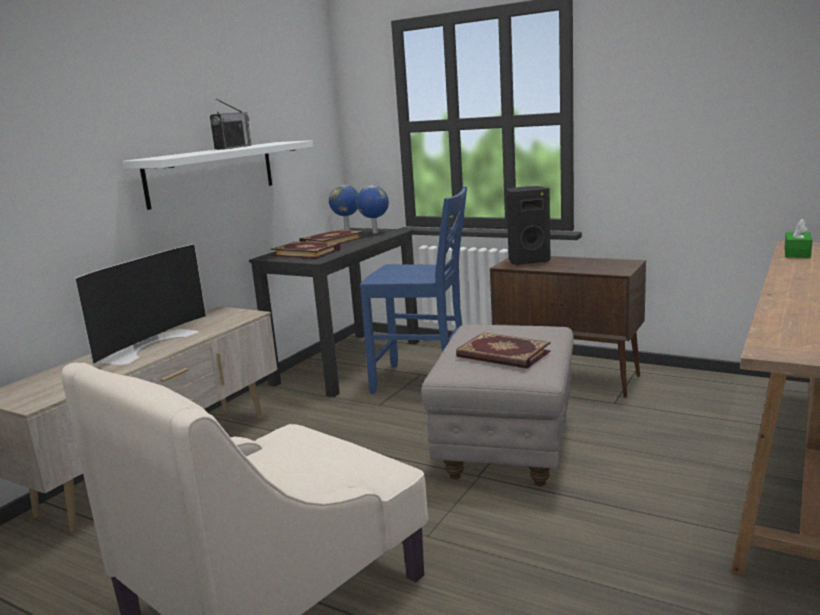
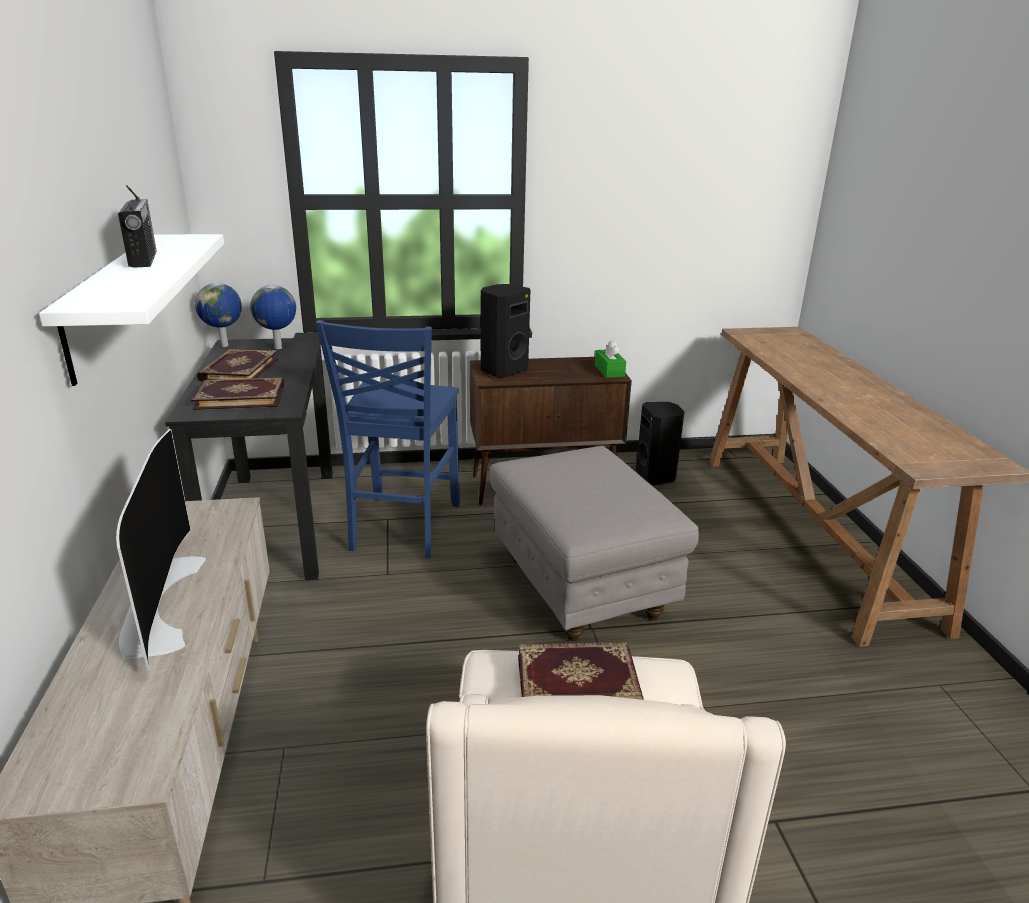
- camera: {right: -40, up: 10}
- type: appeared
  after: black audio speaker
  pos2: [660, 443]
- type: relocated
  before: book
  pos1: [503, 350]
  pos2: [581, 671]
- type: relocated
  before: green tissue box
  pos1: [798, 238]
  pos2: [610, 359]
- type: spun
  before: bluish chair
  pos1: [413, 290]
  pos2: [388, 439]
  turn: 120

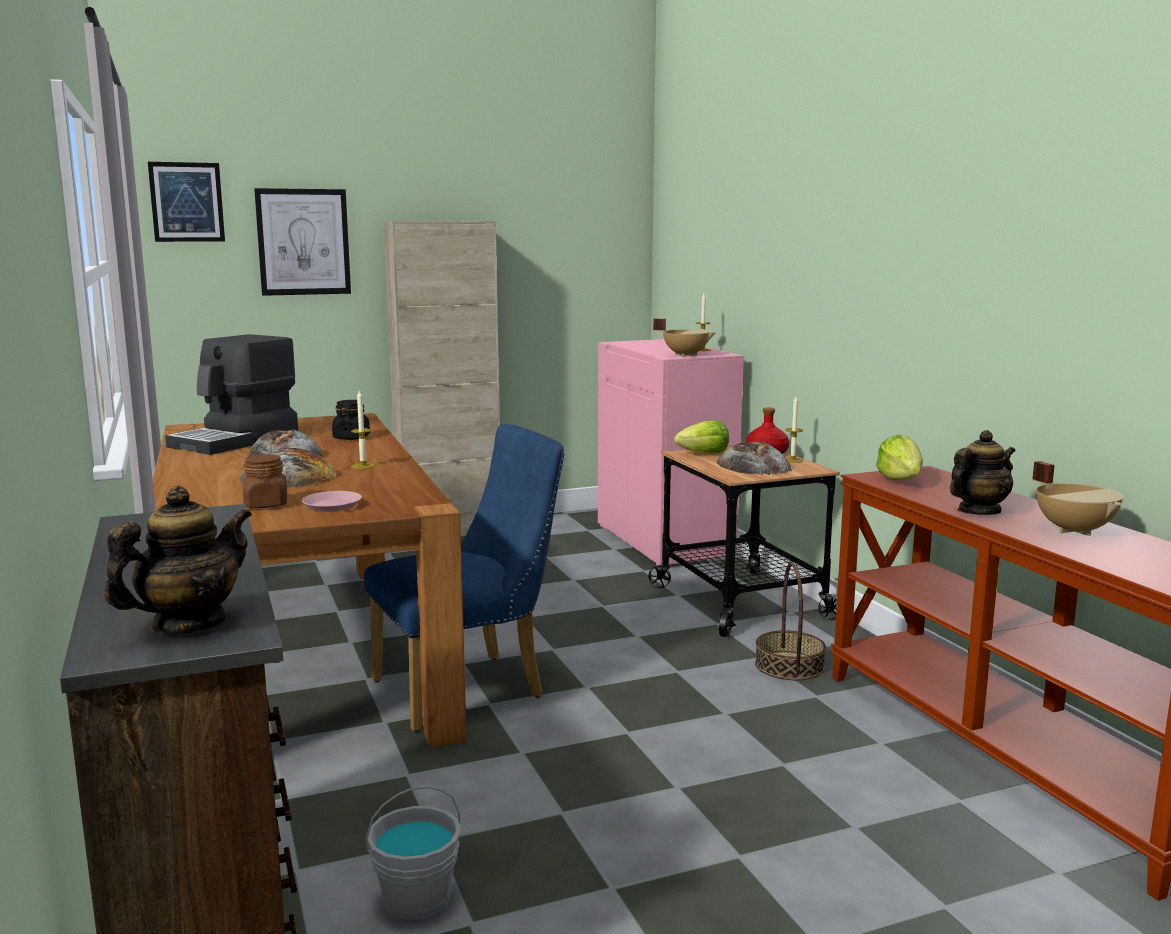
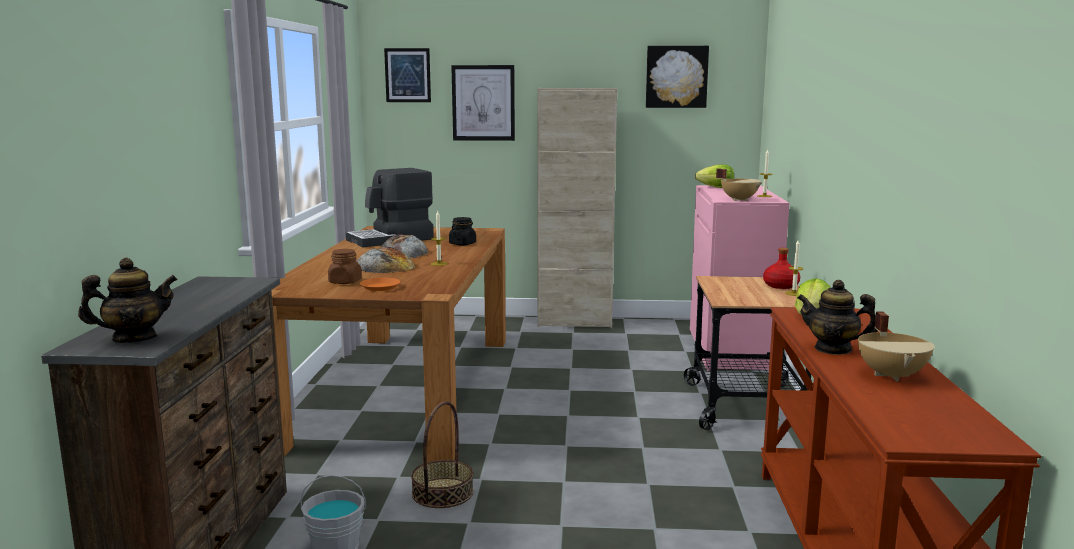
- camera: {right: 25, up: 0}
- type: missing
  before: bluish chair
  pos1: [464, 578]
- type: missing
  before: bread
  pos1: [754, 458]
- type: appeared
  after: picture
  pos2: [677, 77]
- type: relocated
  before: head of lettuce
  pos1: [701, 437]
  pos2: [714, 176]
- type: relocated
  before: household basket
  pos1: [790, 621]
  pos2: [442, 454]
- type: colour
  before: pinkish plate
  after: orange-coloured plate
  pos1: [332, 501]
  pos2: [380, 284]
- type: spun
  before: tea pot
  pos1: [982, 472]
  pos2: [837, 317]
  turn: -150

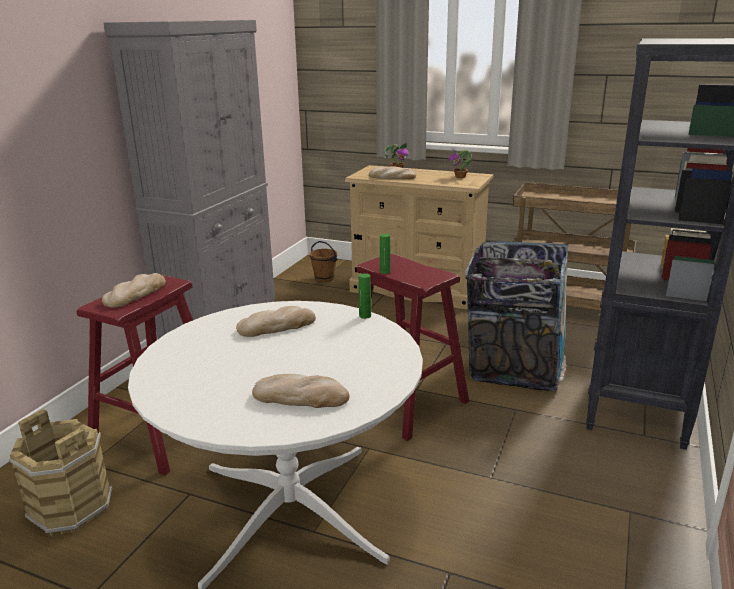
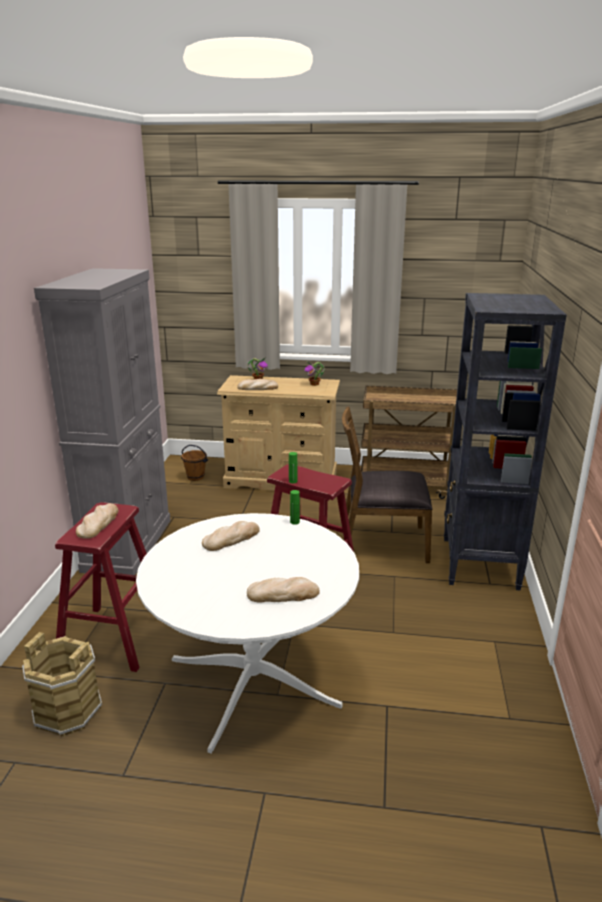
- camera: {right: -15, up: 0}
- type: exchanged
  before: trash can
  after: brownish chair
  pos1: [516, 316]
  pos2: [387, 484]

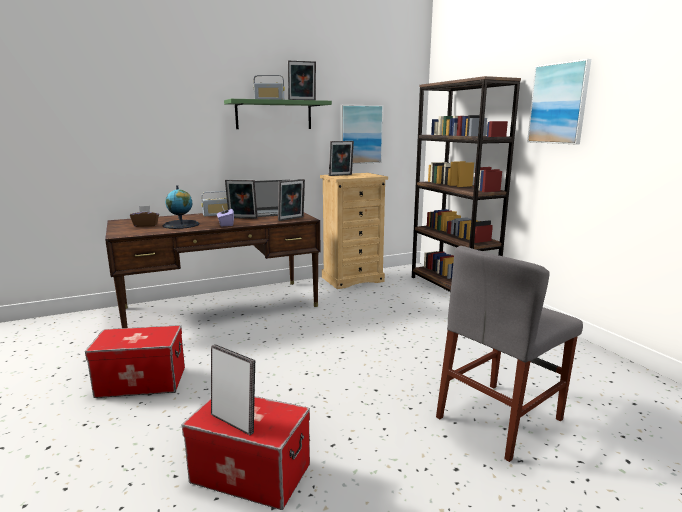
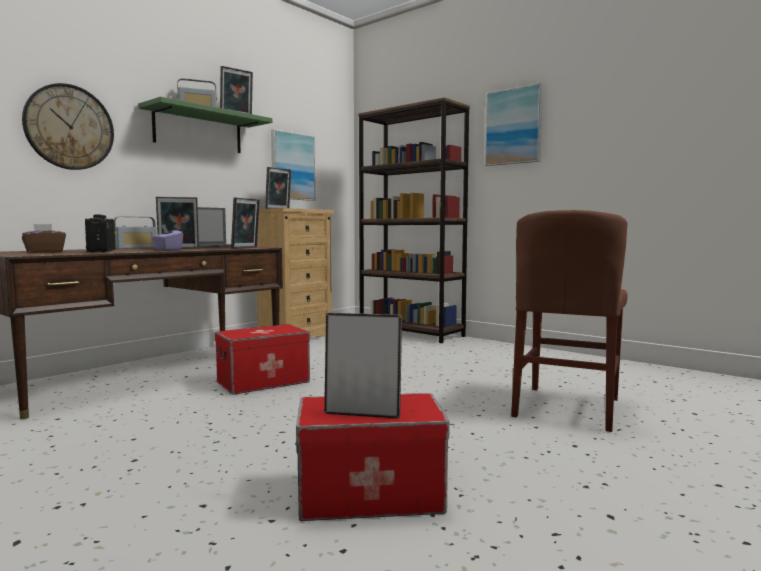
- camera: {right: -25, up: -10}
- type: appeared
  after: wall clock
  pos2: [68, 126]
- type: relocated
  before: storage container
  pos1: [135, 361]
  pos2: [262, 359]
- type: exchanged
  before: globe
  after: radio
  pos1: [180, 207]
  pos2: [100, 233]
- type: colour
  before: gray chair
  after: brownish chair
  pos1: [509, 354]
  pos2: [569, 321]

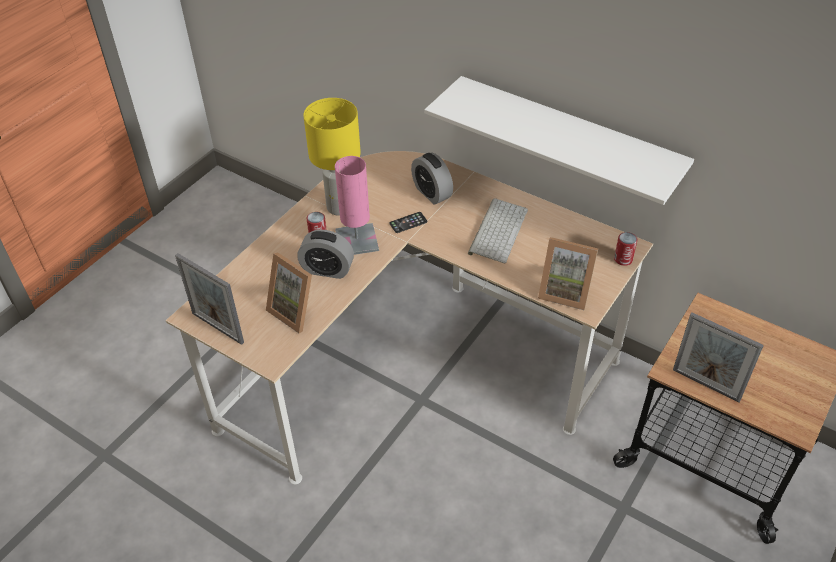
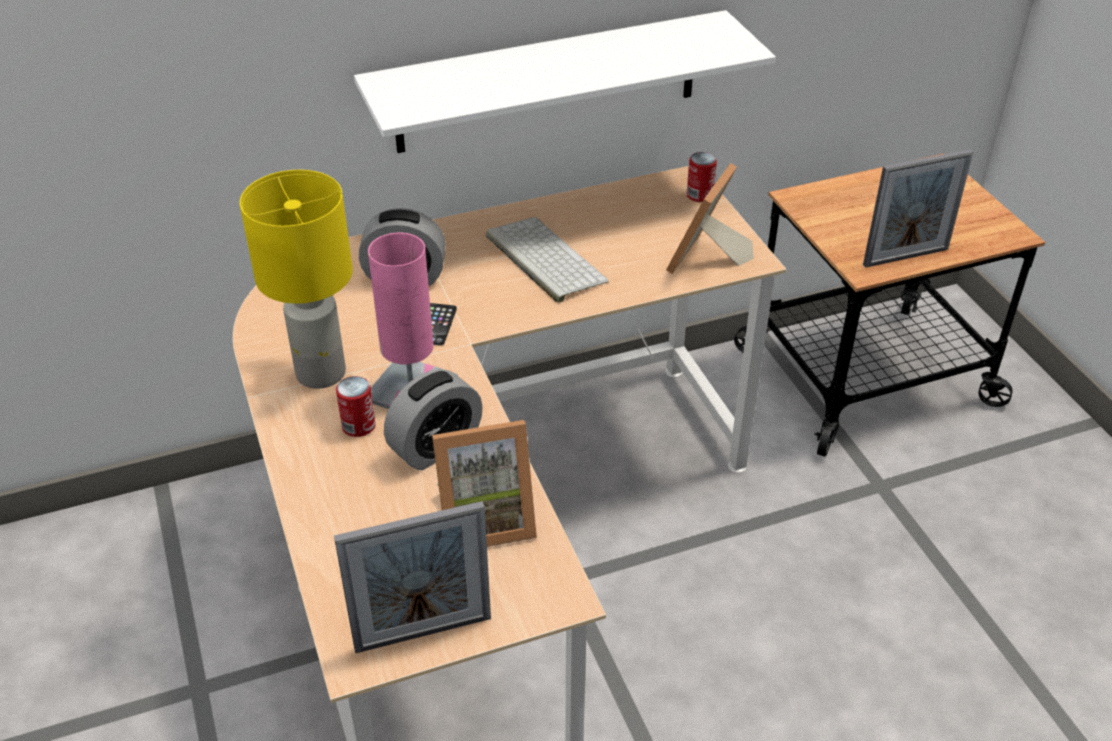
- camera: {right: -55, up: -5}
- type: spun
  before: picture frame
  pos1: [568, 273]
  pos2: [710, 218]
  turn: 150

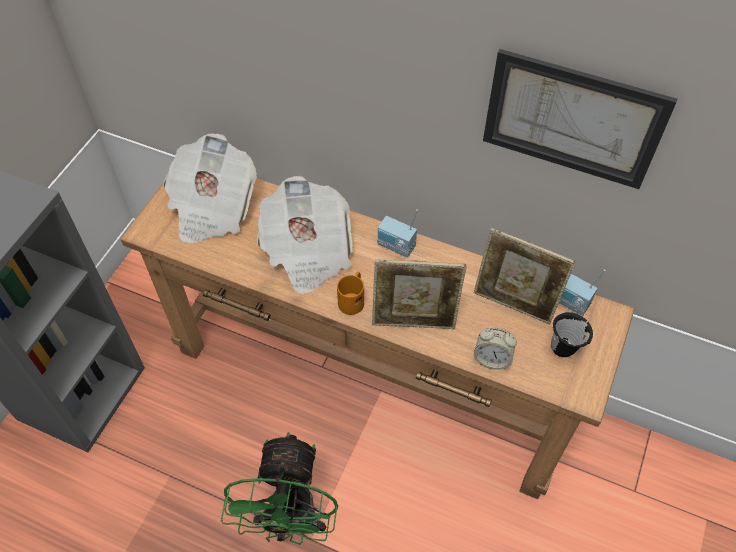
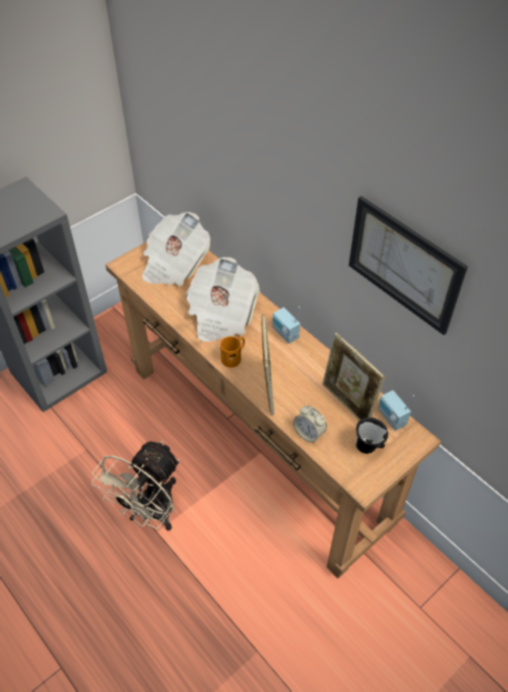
- camera: {right: 25, up: -5}
- type: colour
  before: green cooling fan
  after: beige cooling fan
  pos1: [279, 488]
  pos2: [136, 486]
- type: spun
  before: picture frame
  pos1: [419, 294]
  pos2: [268, 364]
  turn: -120

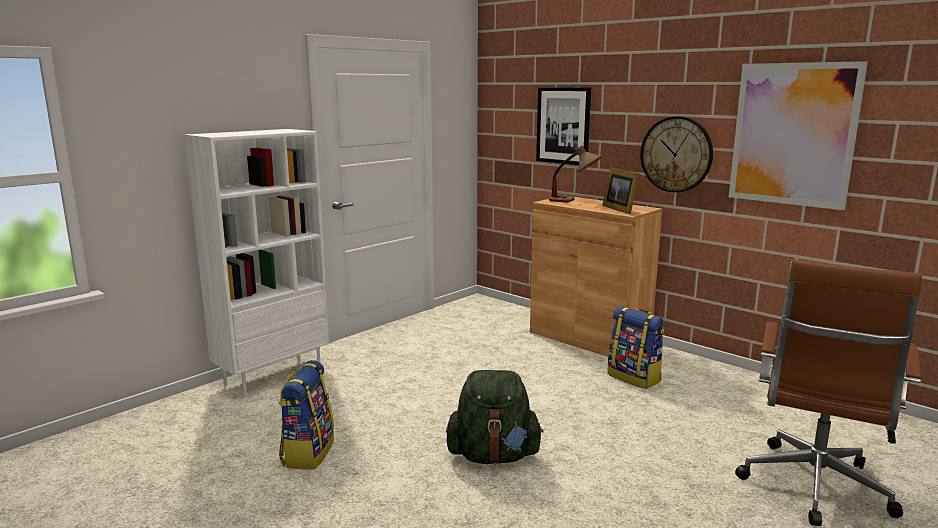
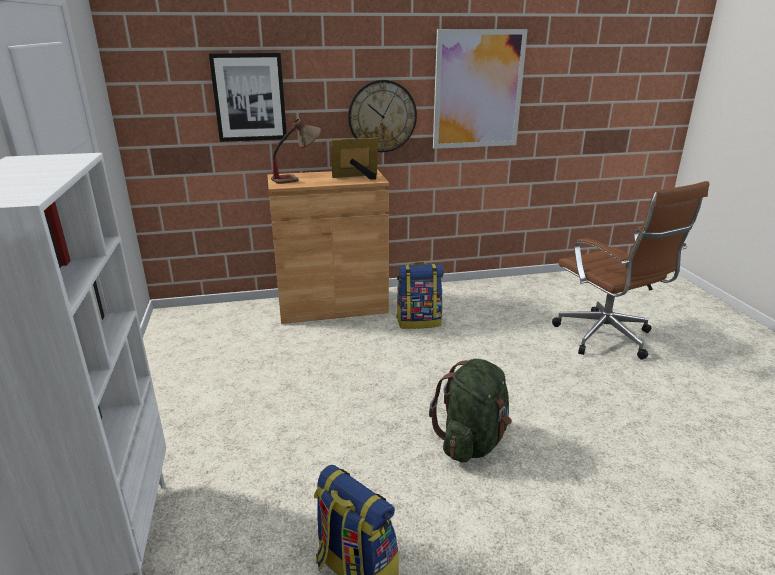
- camera: {right: -55, up: 10}
- type: spun
  before: picture frame
  pos1: [620, 190]
  pos2: [355, 159]
  turn: 150

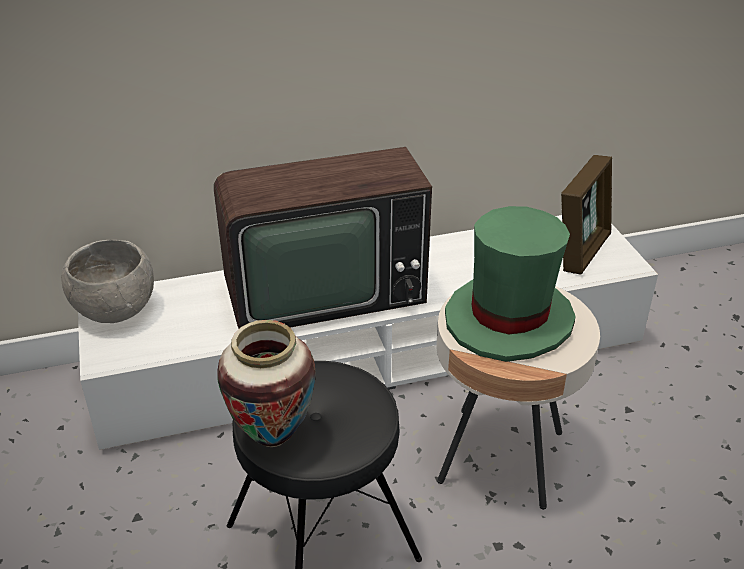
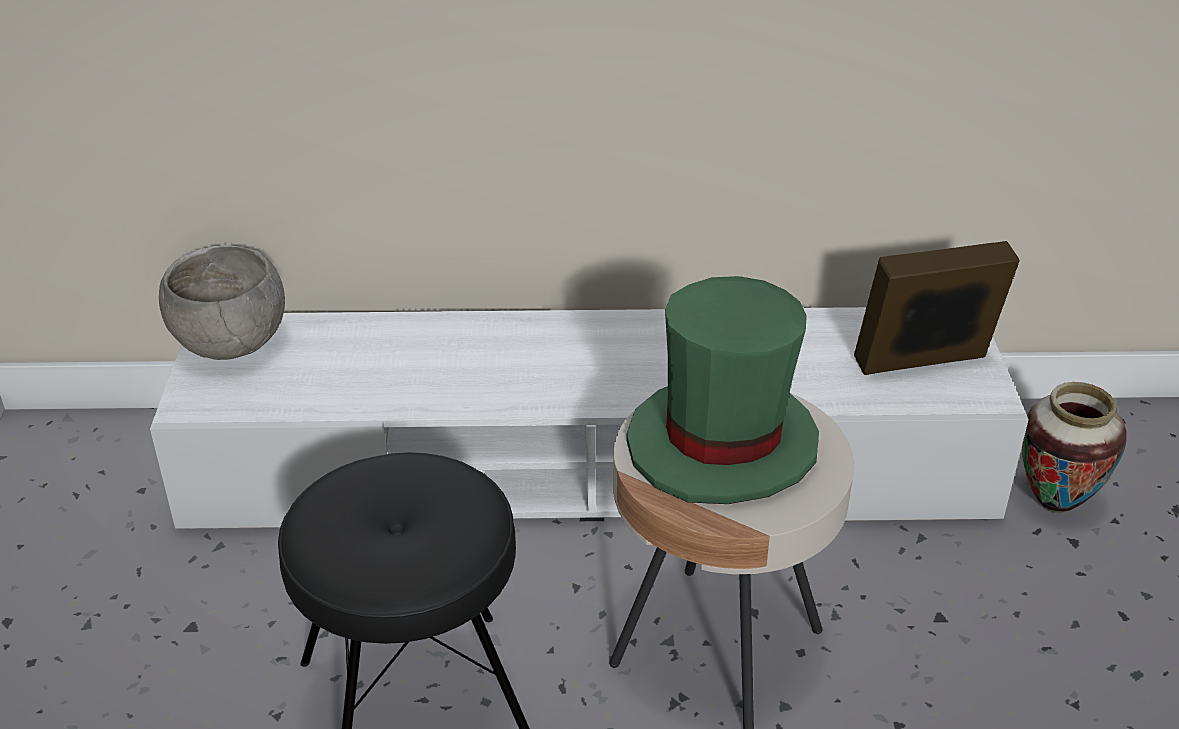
- camera: {right: 15, up: 0}
- type: missing
  before: television
  pos1: [323, 238]
- type: relocated
  before: vase
  pos1: [266, 383]
  pos2: [1074, 447]
- type: spun
  before: picture frame
  pos1: [586, 215]
  pos2: [937, 308]
  turn: -150

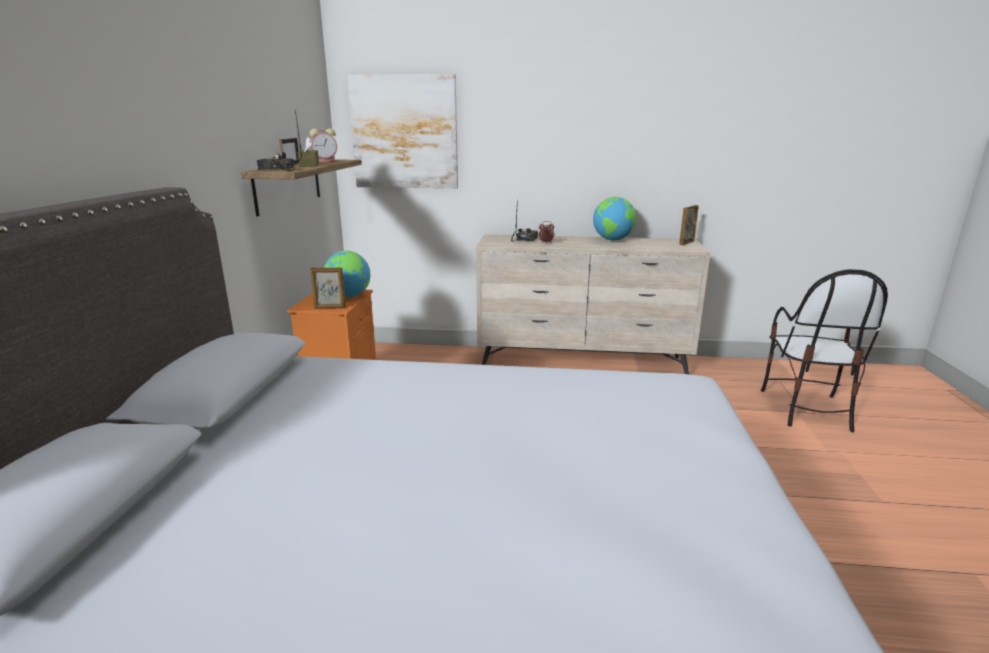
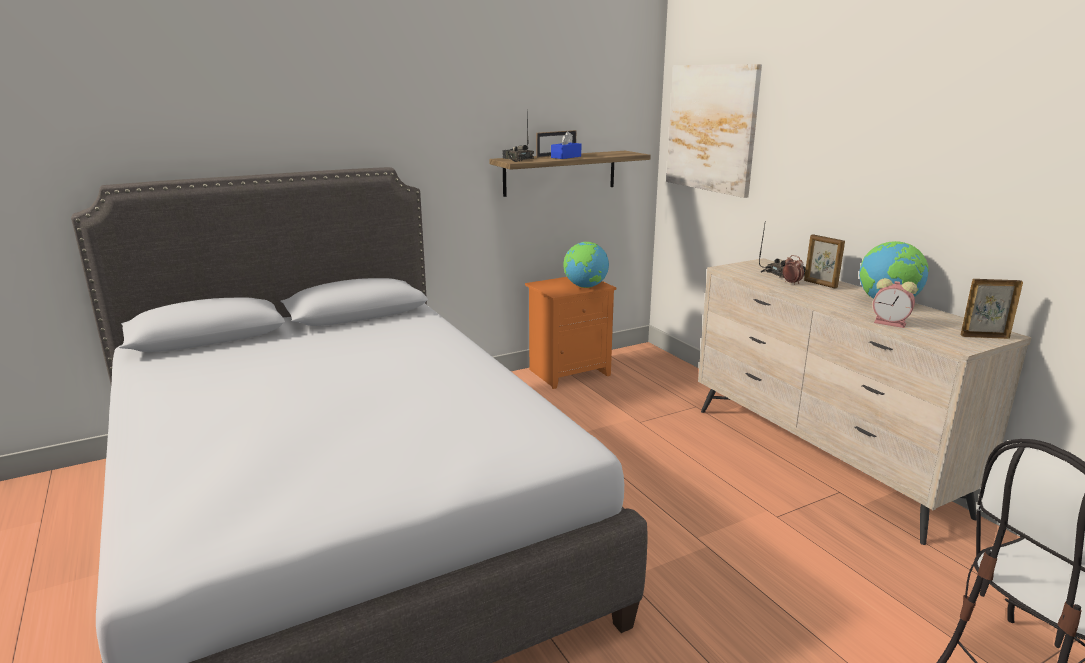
- camera: {right: 55, up: 0}
- type: relocated
  before: alarm clock
  pos1: [323, 145]
  pos2: [895, 303]
- type: relocated
  before: picture frame
  pos1: [328, 288]
  pos2: [824, 261]
- type: colour
  before: brownish tissue box
  after: bluish tissue box
  pos1: [308, 152]
  pos2: [566, 145]

